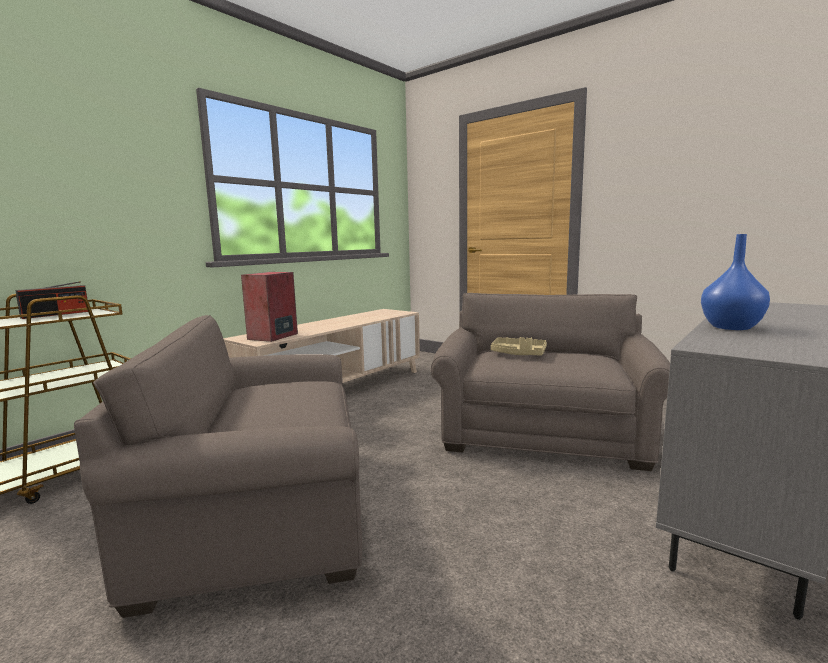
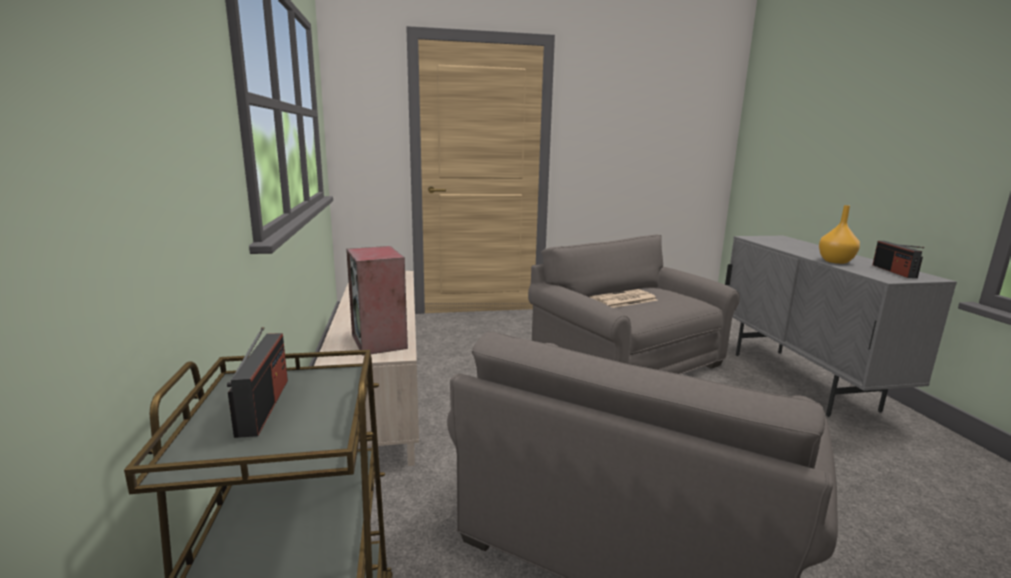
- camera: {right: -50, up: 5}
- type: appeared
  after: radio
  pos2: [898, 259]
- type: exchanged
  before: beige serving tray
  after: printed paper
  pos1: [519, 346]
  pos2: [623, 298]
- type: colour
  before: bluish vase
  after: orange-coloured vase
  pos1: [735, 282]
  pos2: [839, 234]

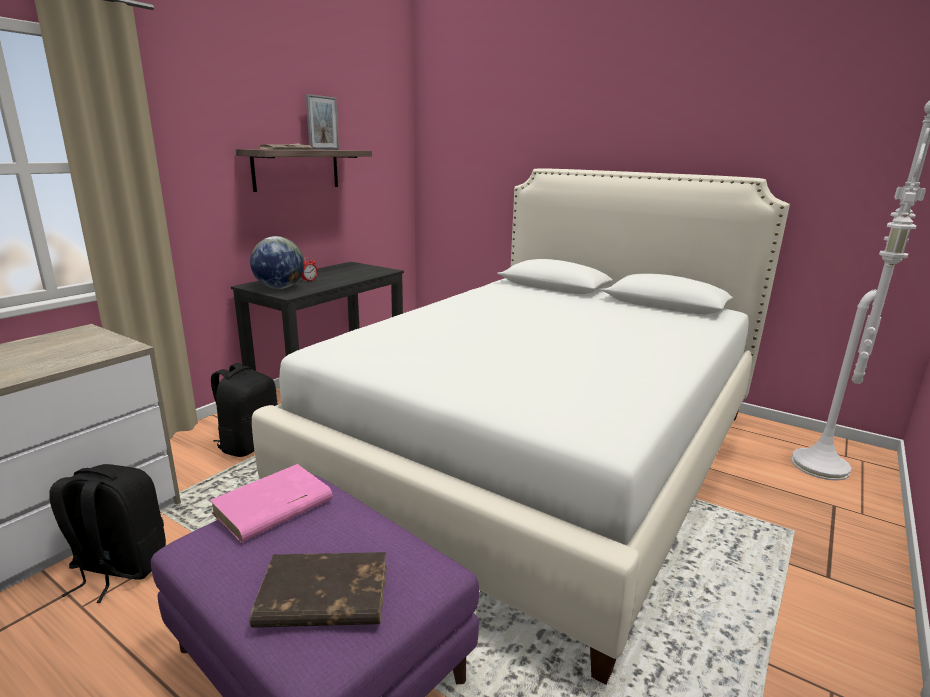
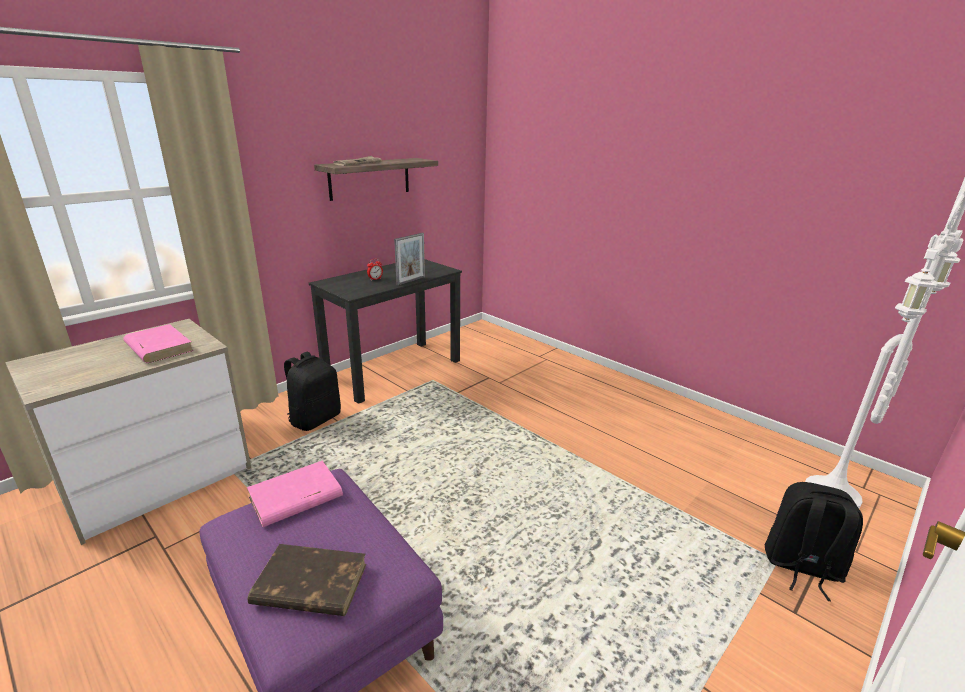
- camera: {right: 10, up: 5}
- type: missing
  before: globe
  pos1: [277, 262]
- type: missing
  before: white bed
  pos1: [521, 426]
- type: appeared
  after: pinkish book
  pos2: [159, 343]
- type: relocated
  before: black backpack
  pos1: [107, 533]
  pos2: [814, 541]
- type: relocated
  before: picture frame
  pos1: [322, 122]
  pos2: [409, 259]

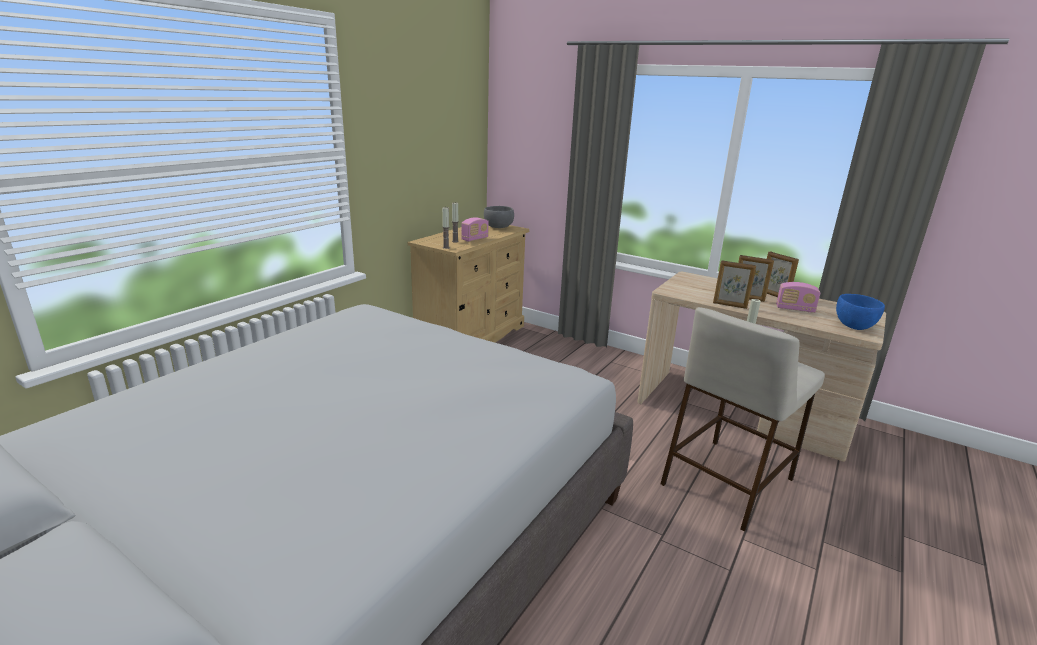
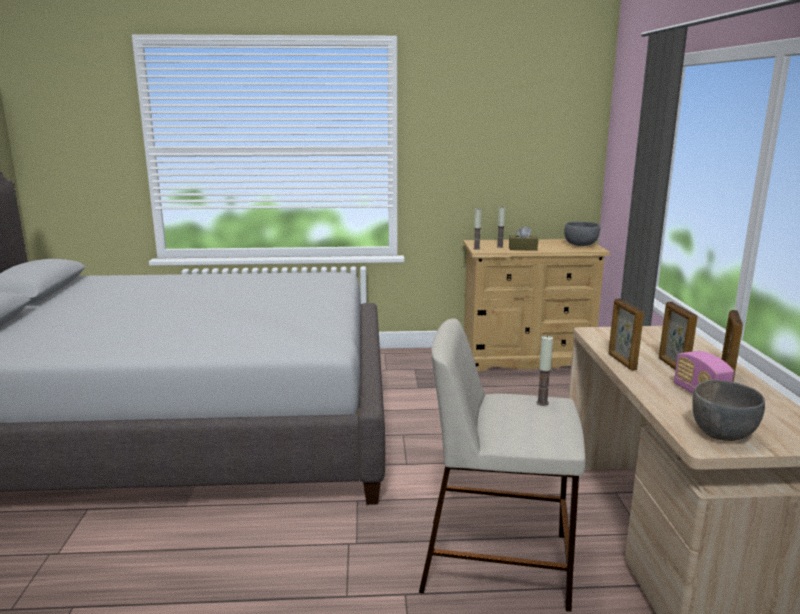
- camera: {right: 55, up: -5}
- type: exchanged
  before: radio
  after: brownish tissue box
  pos1: [475, 229]
  pos2: [523, 238]
- type: colour
  before: bluish serving bowl
  after: gray serving bowl
  pos1: [860, 312]
  pos2: [728, 410]

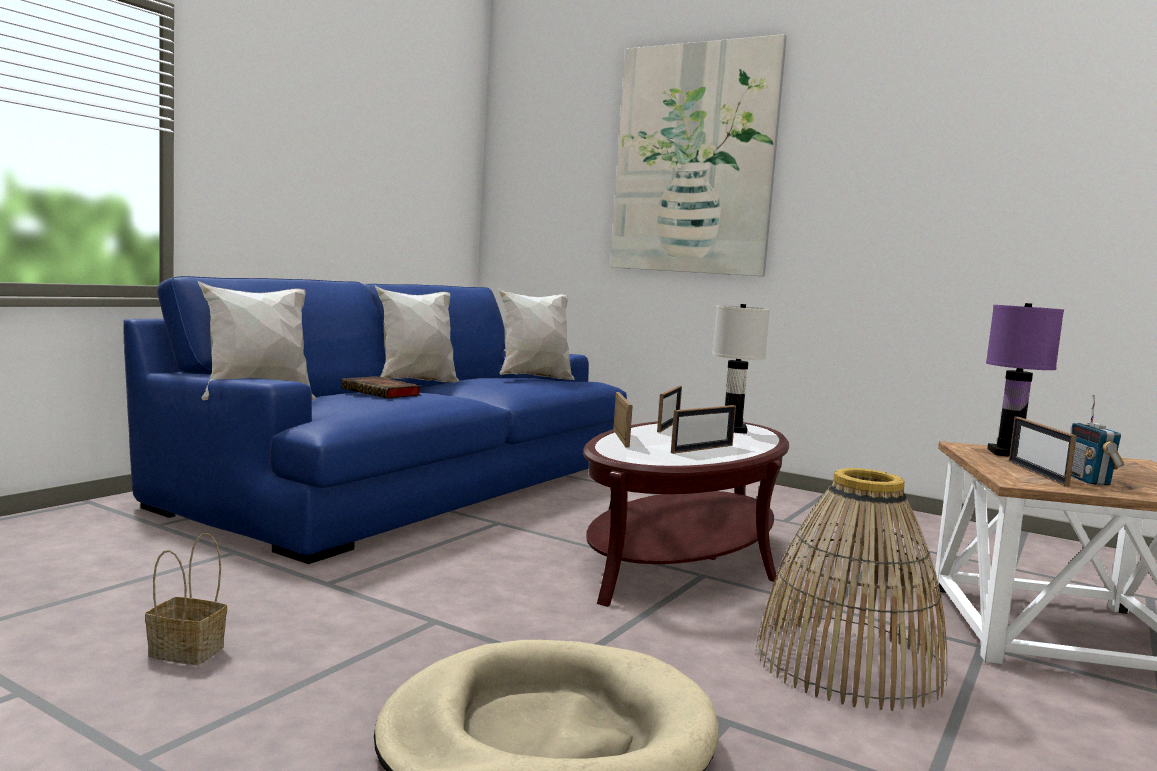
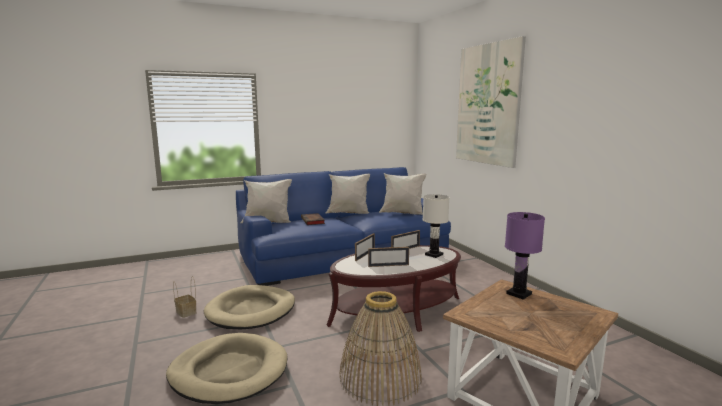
- camera: {right: 35, up: 5}
- type: missing
  before: picture frame
  pos1: [1043, 452]
- type: missing
  before: radio
  pos1: [1097, 440]
- type: appeared
  after: beige pet bed
  pos2: [249, 307]

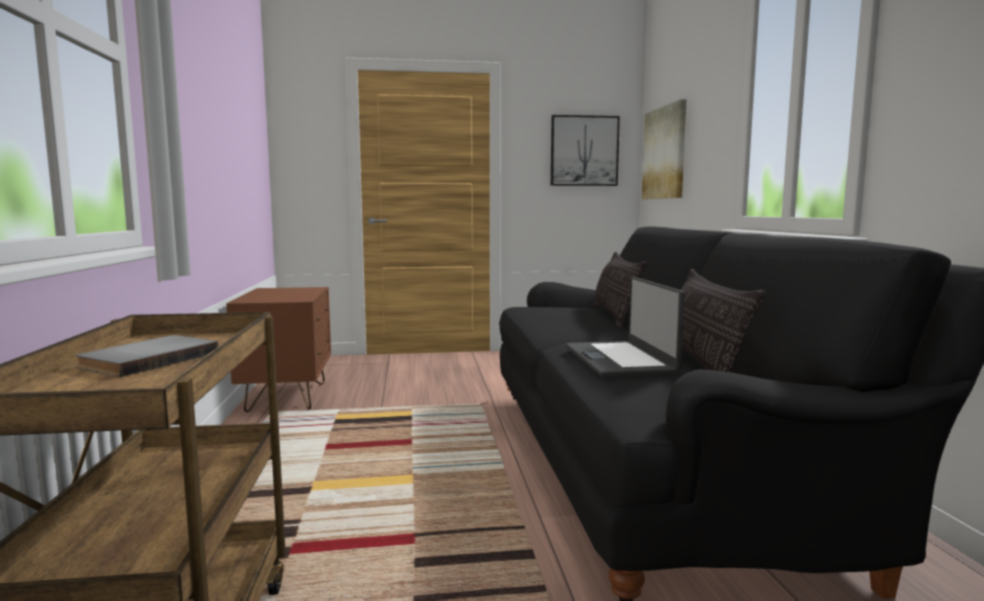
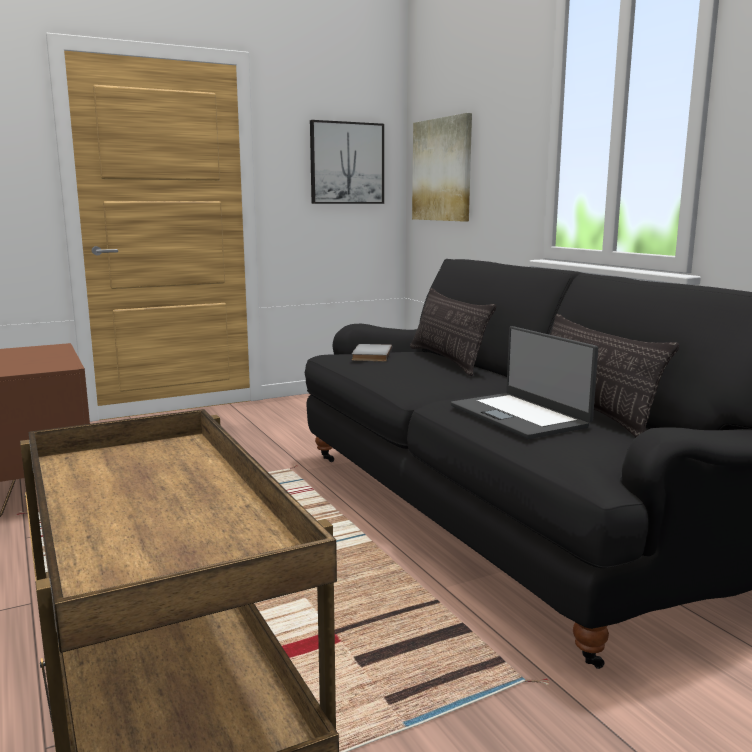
- camera: {right: -20, up: 5}
- type: relocated
  before: gray book
  pos1: [147, 356]
  pos2: [372, 352]

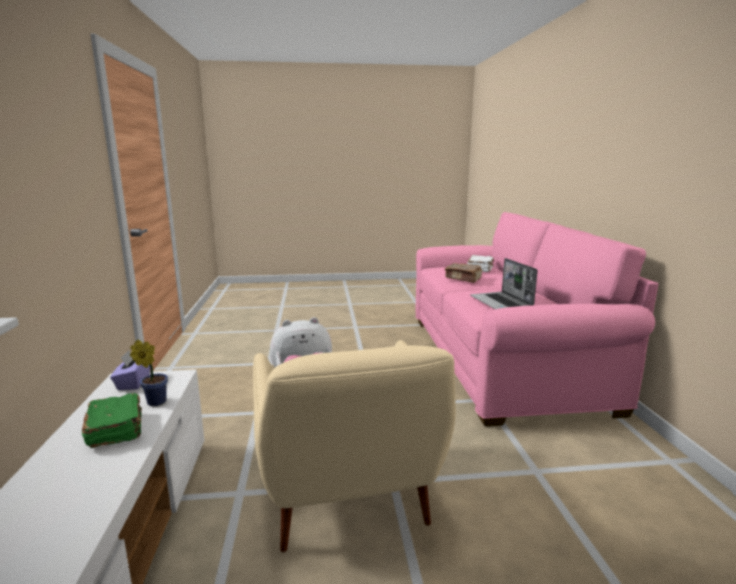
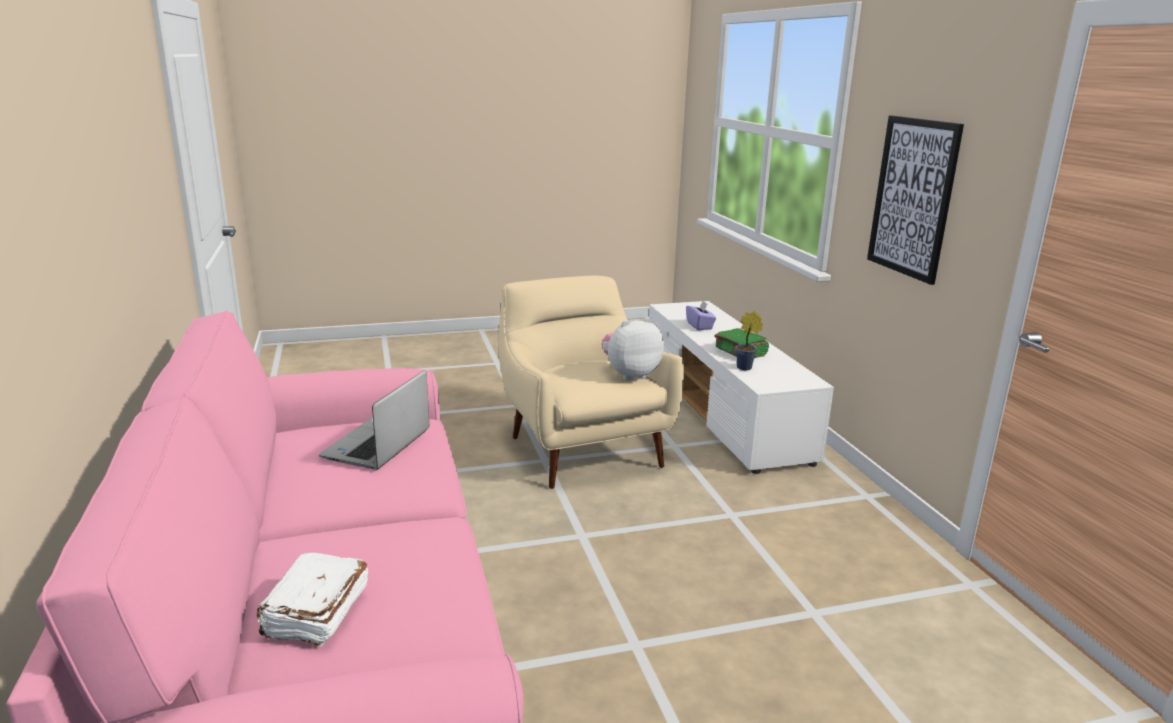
- camera: {right: 170, up: 5}
- type: missing
  before: brownish book
  pos1: [463, 273]
- type: appeared
  after: picture
  pos2: [915, 200]
- type: relocated
  before: purplish tissue box
  pos1: [130, 370]
  pos2: [701, 315]
- type: spun
  before: notebook computer
  pos1: [504, 283]
  pos2: [374, 420]
  turn: -135

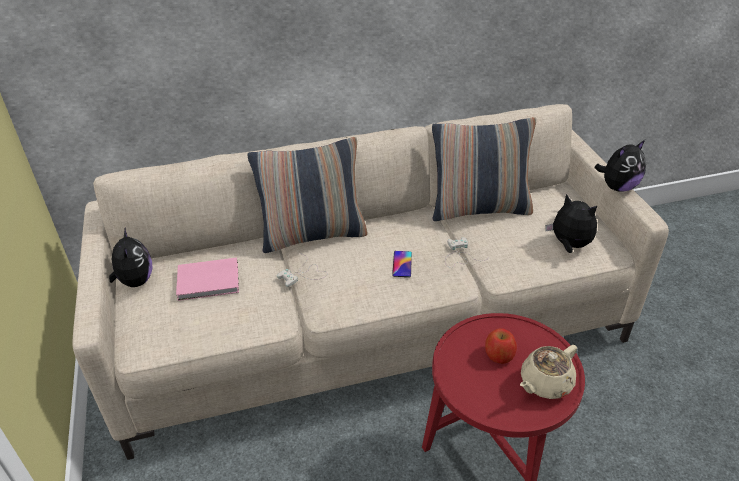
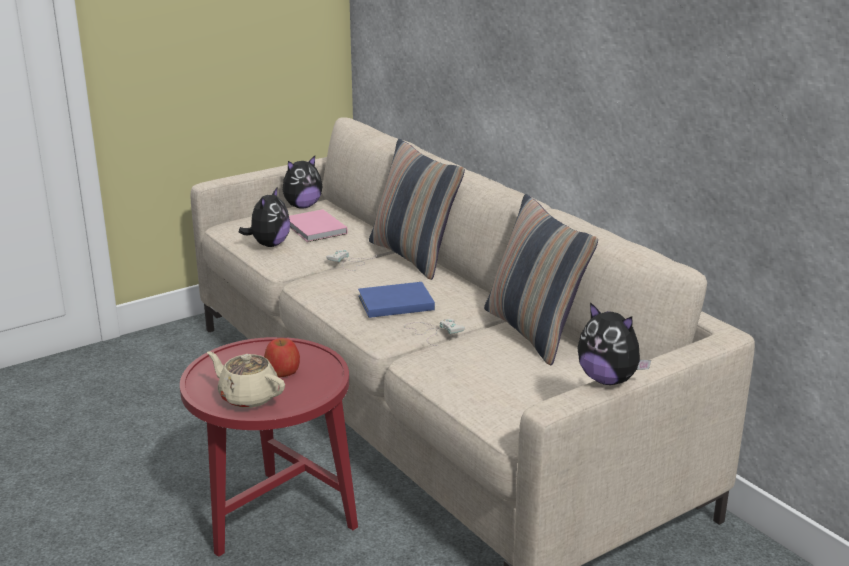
- camera: {right: 70, up: -15}
- type: relocated
  before: plush toy
  pos1: [571, 223]
  pos2: [264, 216]
- type: exchanged
  before: handset
  after: bluish book
  pos1: [402, 264]
  pos2: [396, 300]

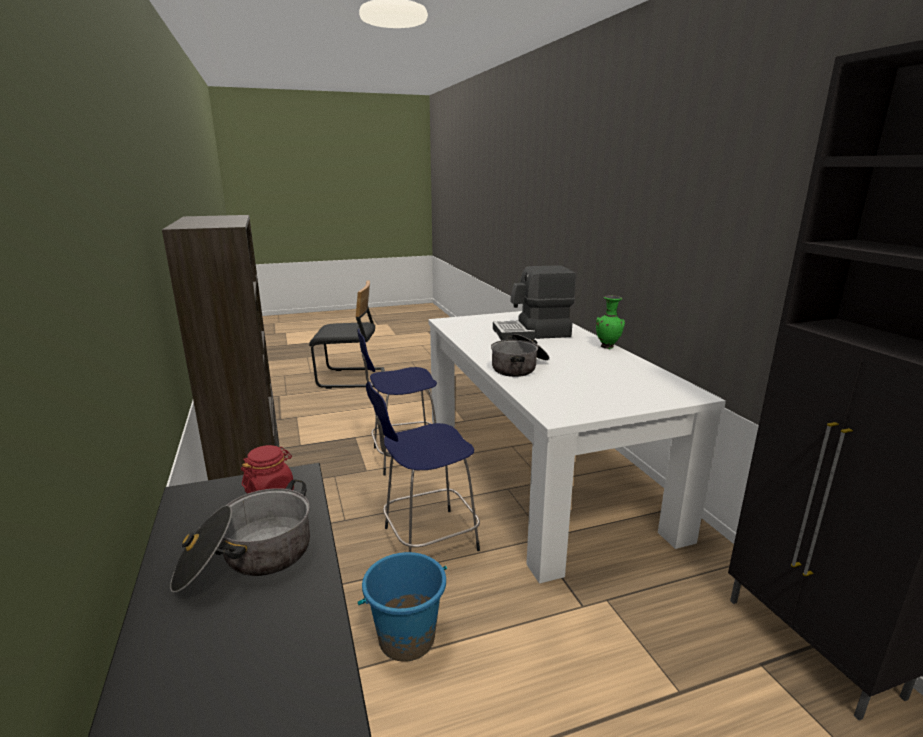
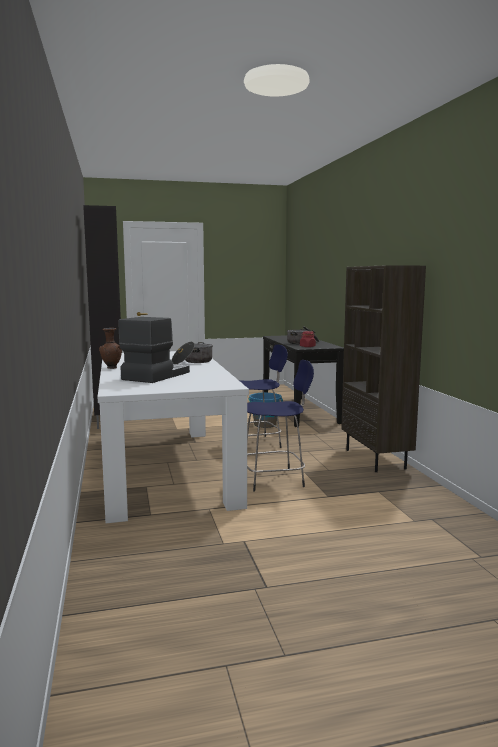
- camera: {right: -175, up: -10}
- type: missing
  before: black chair
  pos1: [347, 335]
- type: colour
  before: green vase
  after: brownish vase
  pos1: [610, 322]
  pos2: [110, 348]
- type: spun
  before: coffee maker
  pos1: [534, 302]
  pos2: [154, 350]
  turn: -60

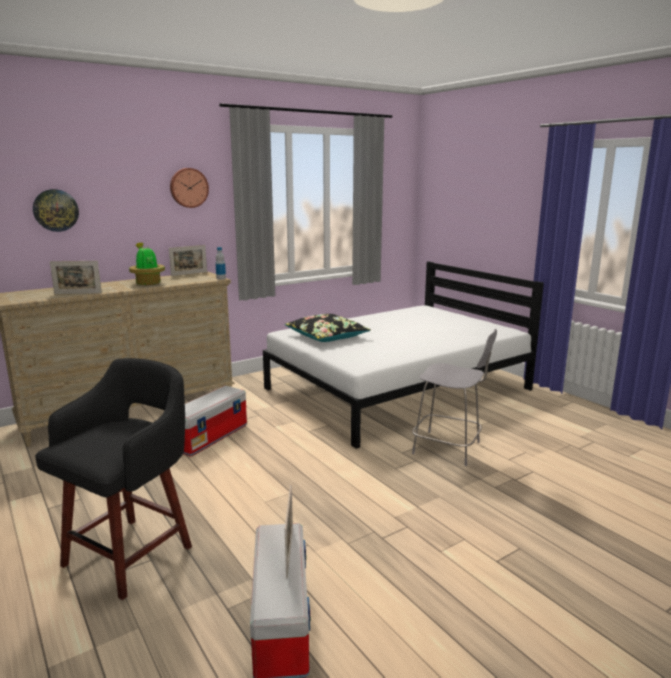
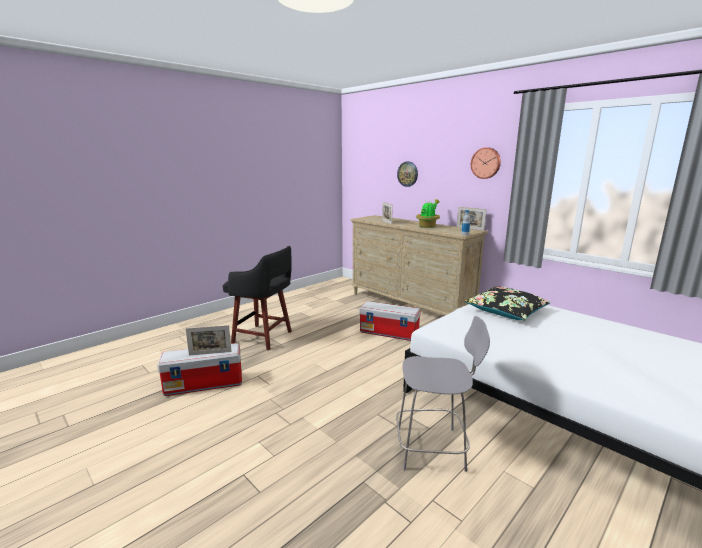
- camera: {right: 80, up: 0}
- type: spun
  before: gray chair
  pos1: [454, 397]
  pos2: [443, 394]
  turn: -105

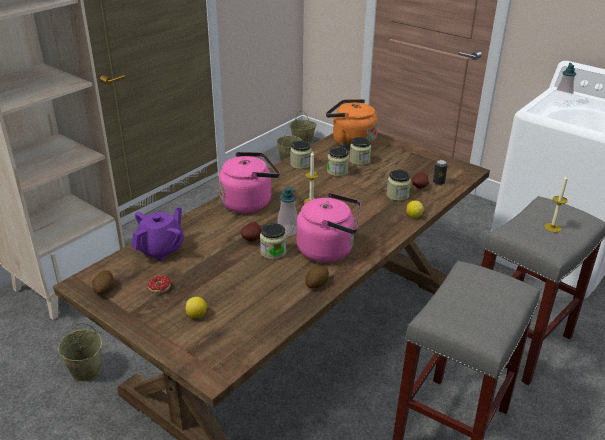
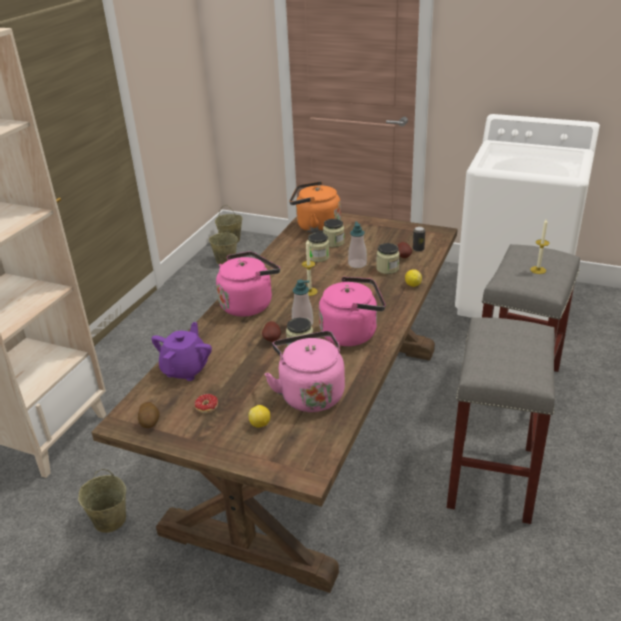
- camera: {right: -15, up: 0}
- type: missing
  before: jar
  pos1: [301, 155]
- type: missing
  before: whole potato
  pos1: [317, 277]
- type: appeared
  after: pinkish water kettle
  pos2: [305, 371]
- type: relocated
  before: liquid soap bottle
  pos1: [564, 85]
  pos2: [357, 244]

